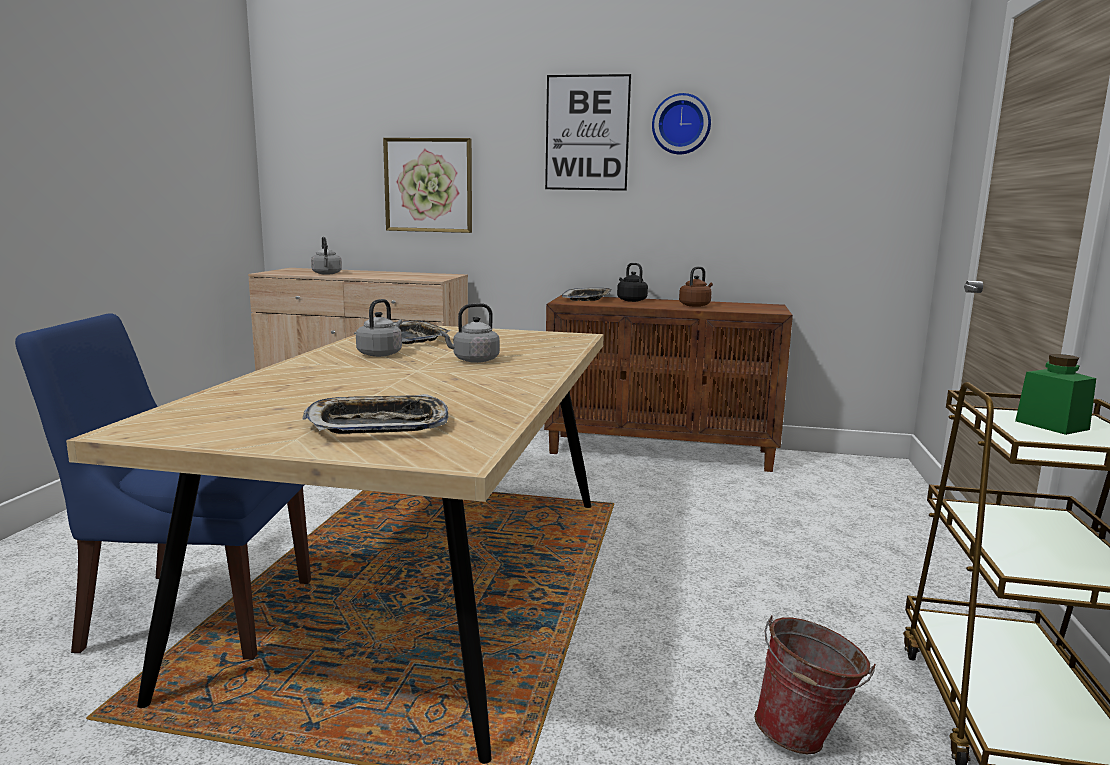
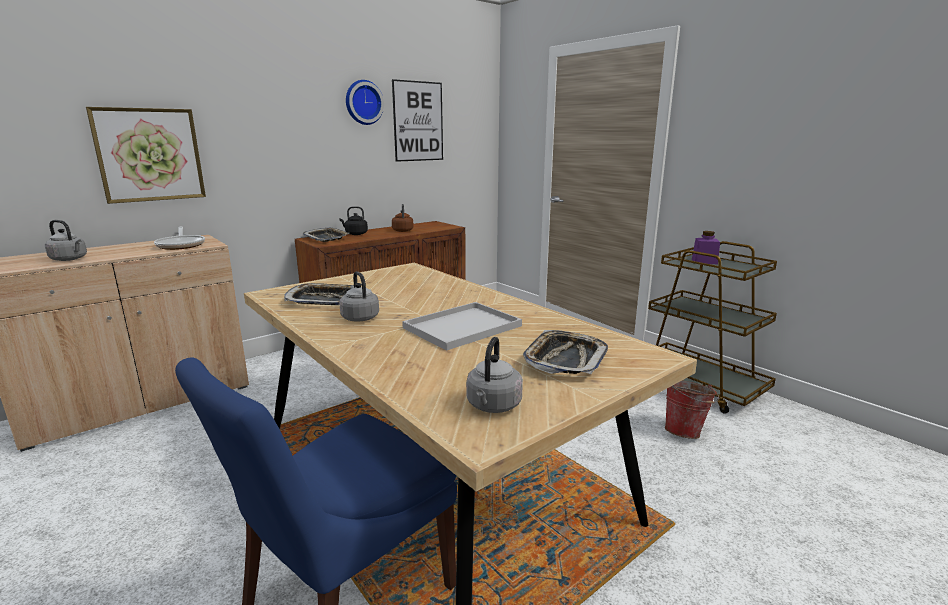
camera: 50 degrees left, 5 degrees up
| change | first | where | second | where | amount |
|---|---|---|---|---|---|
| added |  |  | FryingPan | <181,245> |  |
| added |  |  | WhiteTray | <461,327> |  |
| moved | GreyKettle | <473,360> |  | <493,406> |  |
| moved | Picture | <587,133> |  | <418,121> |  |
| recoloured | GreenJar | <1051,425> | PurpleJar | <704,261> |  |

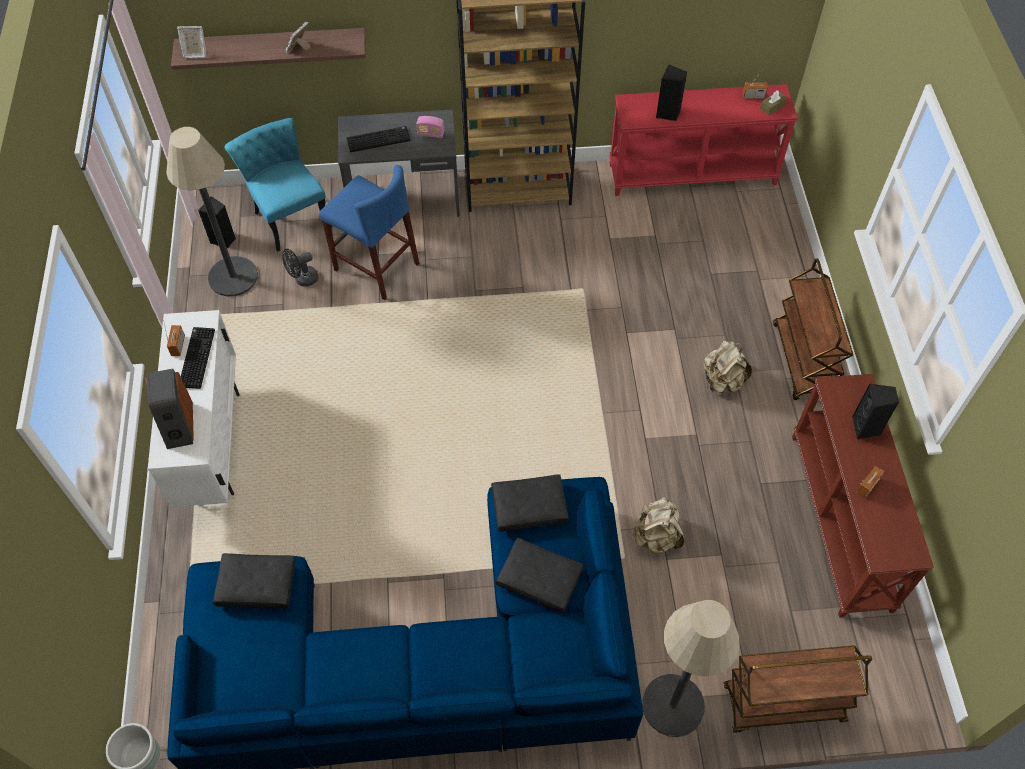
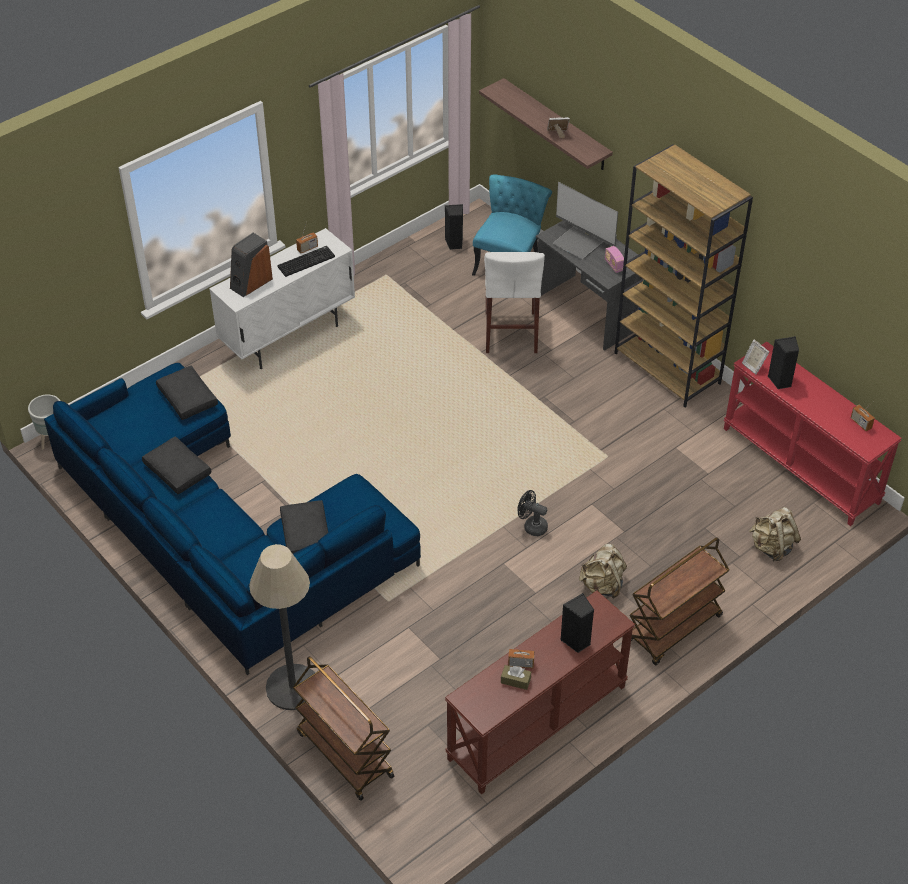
camera: 55 degrees right, 10 degrees down
| change | first | where | second | where | amount |
|---|---|---|---|---|---|
| removed | FloorLamp | <233,276> |  |  |  |
| moved | PictureFrame | <195,53> |  | <753,366> |  |
| moved | BlackFan | <303,279> |  | <532,526> |  |
| moved | BlackPillow | <529,508> |  | <176,471> |  |
| moved | BeigeBackpack | <656,536> |  | <772,547> |  |
| moved | BrownTissueBox | <772,107> |  | <515,680> |  |
| replaced | Keyboard | <379,139> | Monitor | <579,242> |  |
| recoloured | BlueStool | <376,266> | WhiteStool | <511,332> |  |

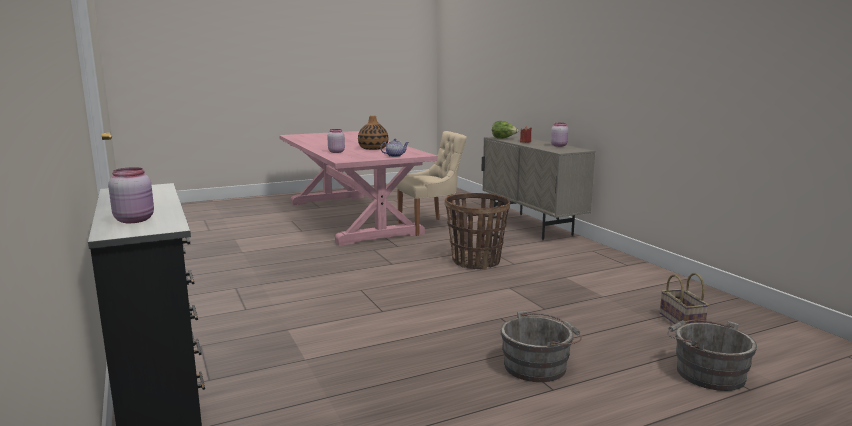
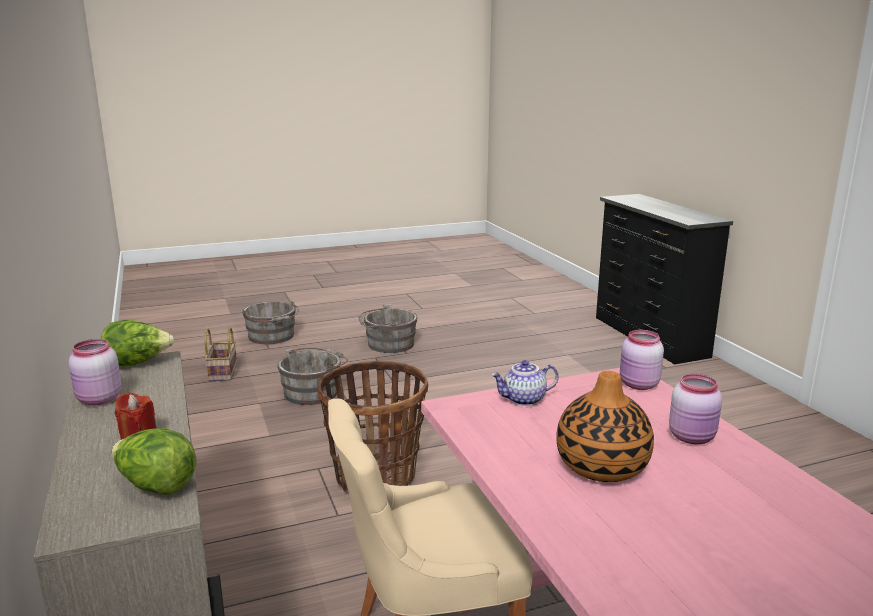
camera: 175 degrees left, 5 degrees up
| change | first | where | second | where | amount |
|---|---|---|---|---|---|
| added |  |  | Lettuce | <137,363> |  |
| added |  |  | GreyBucket | <314,392> |  |
| moved | PinkJar | <135,220> |  | <638,385> |  |

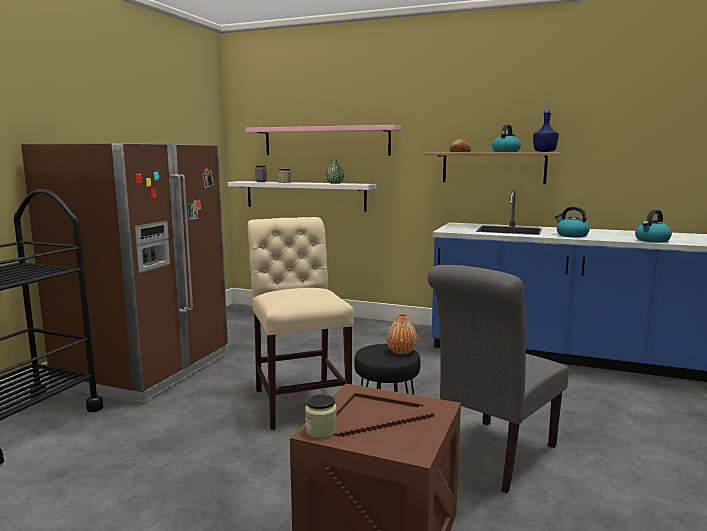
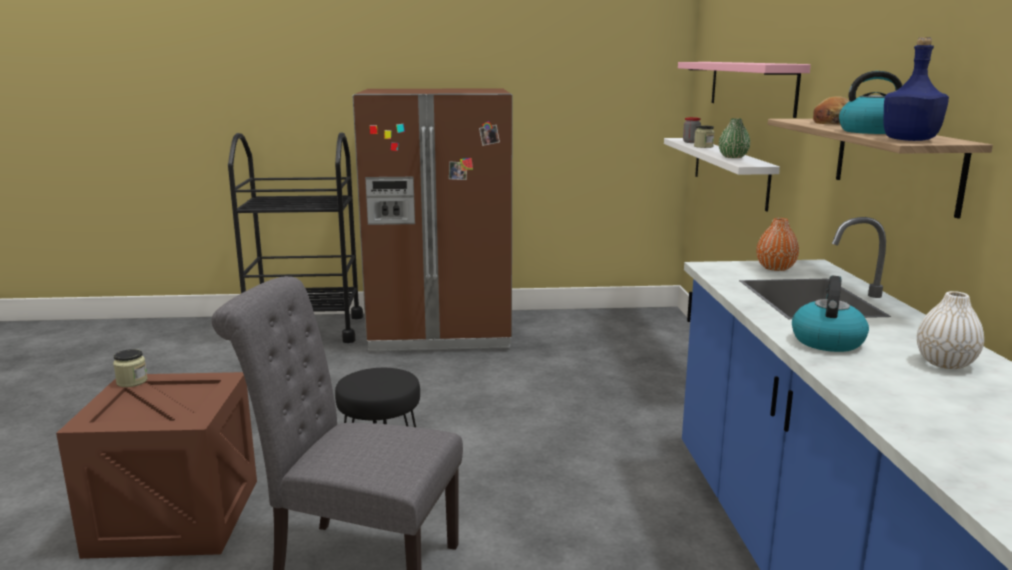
camera: 65 degrees right, 5 degrees up
| change | first | where | second | where | amount |
|---|---|---|---|---|---|
| removed | BeigeChair | <300,400> |  |  |  |
| removed | Kettle | <652,240> |  |  |  |
| added |  |  | WhiteVase | <945,363> |  |
| moved | OrangeVase | <401,351> |  | <775,268> |  |

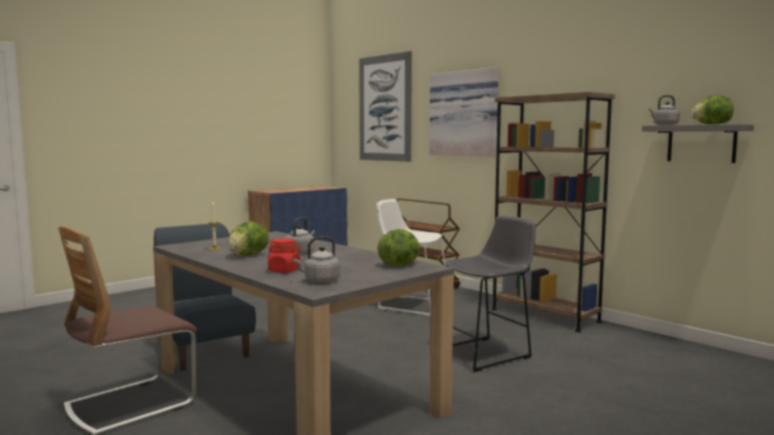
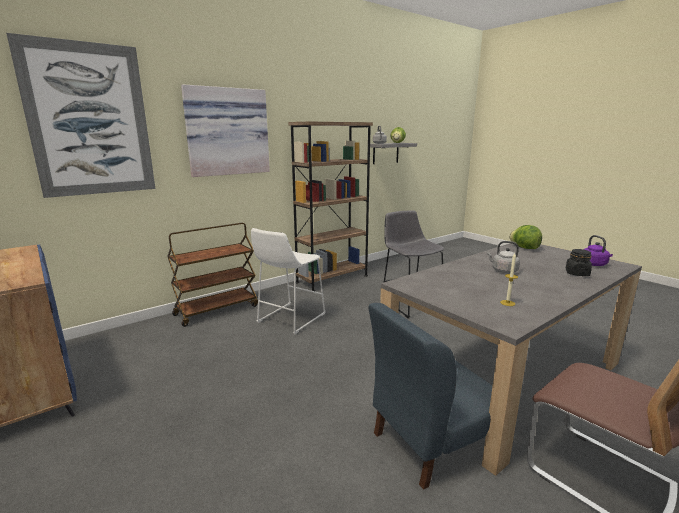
camera: 85 degrees left, 10 degrees up
| change | first | where | second | where | amount |
|---|---|---|---|---|---|
| removed | Lettuce | <247,255> |  |  |  |
| recoloured | RedJar | <284,270> | BlackJar | <577,273> |  |
| recoloured | GreyKettle | <320,281> | PurpleKettle | <594,264> |  |

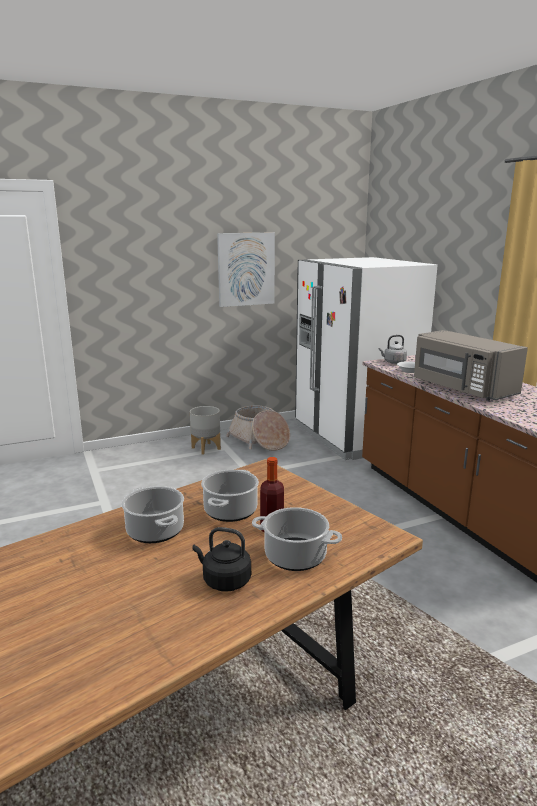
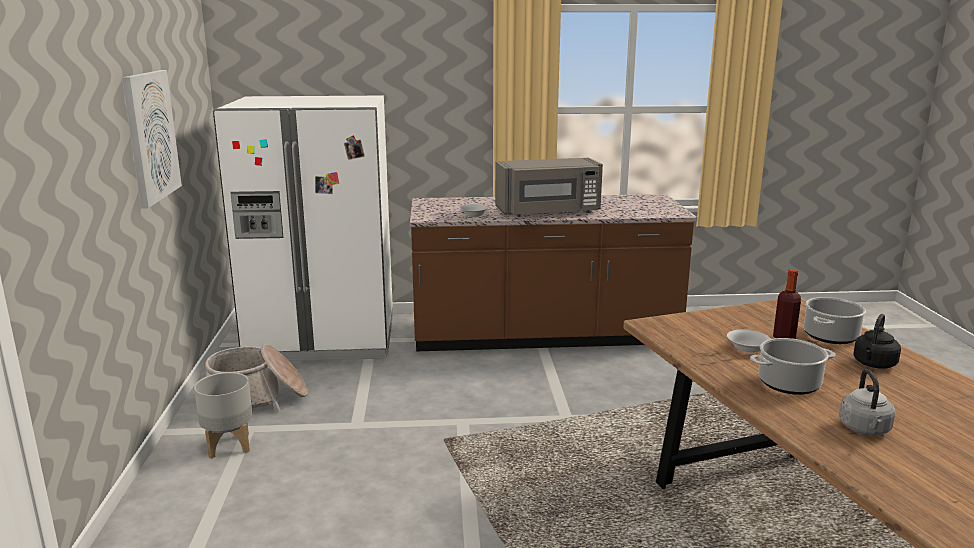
camera: 70 degrees left, 0 degrees up
| change | first | where | second | where | amount |
|---|---|---|---|---|---|
| moved | GreyKettle | <393,362> |  | <865,429> |  |
| replaced | CookingPot | <230,510> | WhiteBowl | <747,348> |  |

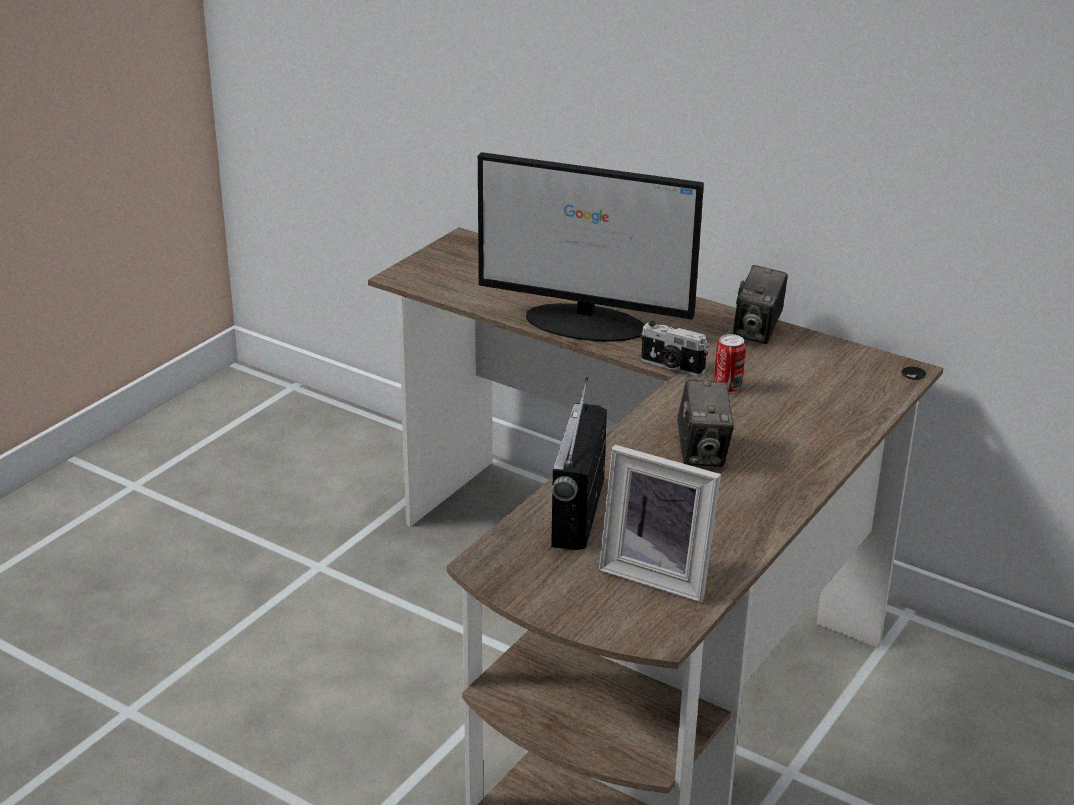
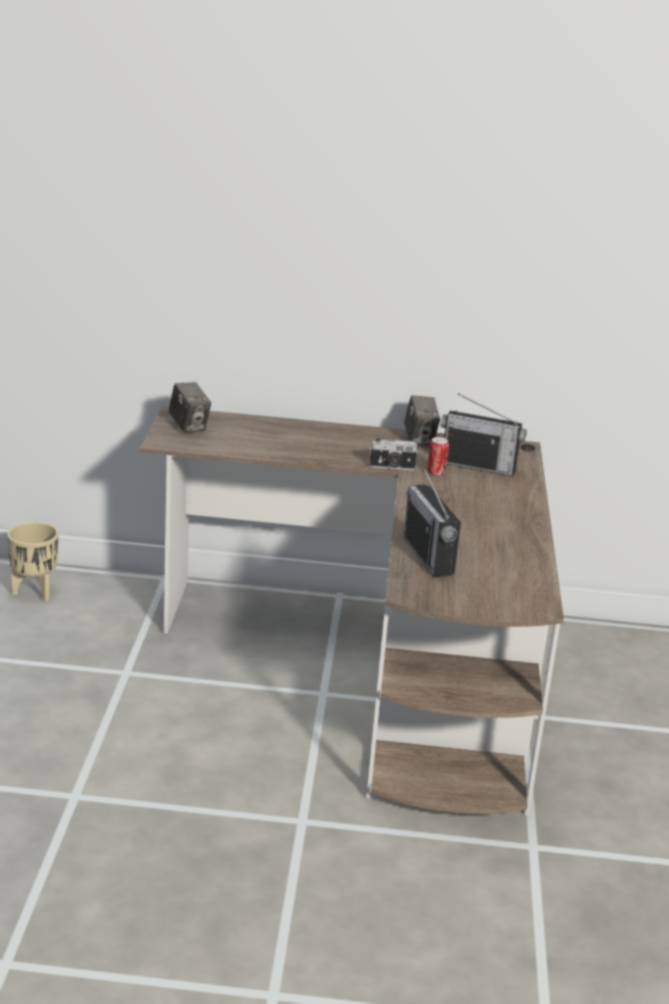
camera: 30 degrees left, 5 degrees down
| change | first | where | second | where | amount |
|---|---|---|---|---|---|
| removed | Monitor | <587,323> |  |  |  |
| removed | PictureFrame | <658,574> |  |  |  |
| added |  |  | BeigePlanter | <35,592> |  |
| added |  |  | Radio | <478,466> |  |
| moved | PhotoCamera | <702,453> |  | <189,426> |  |

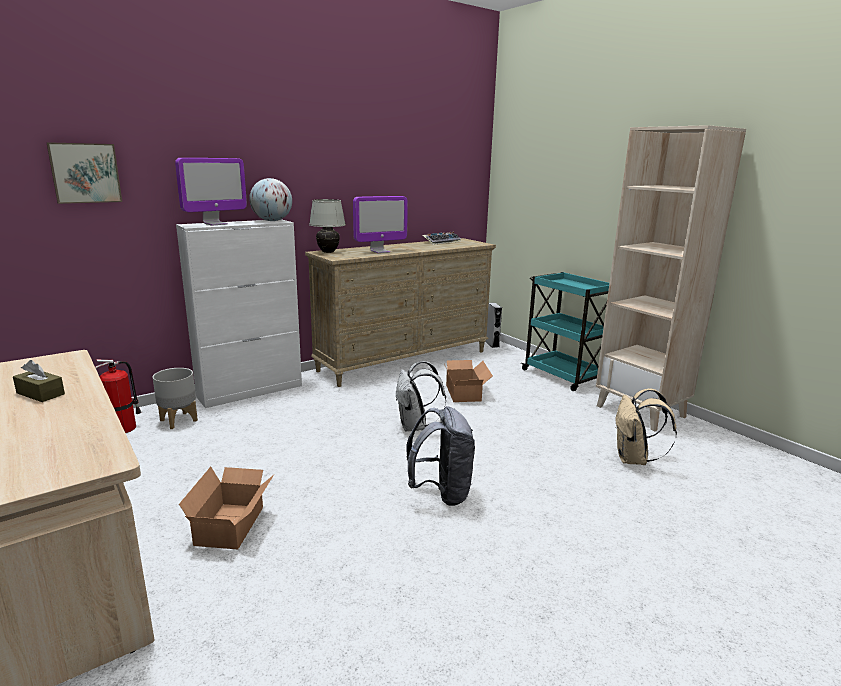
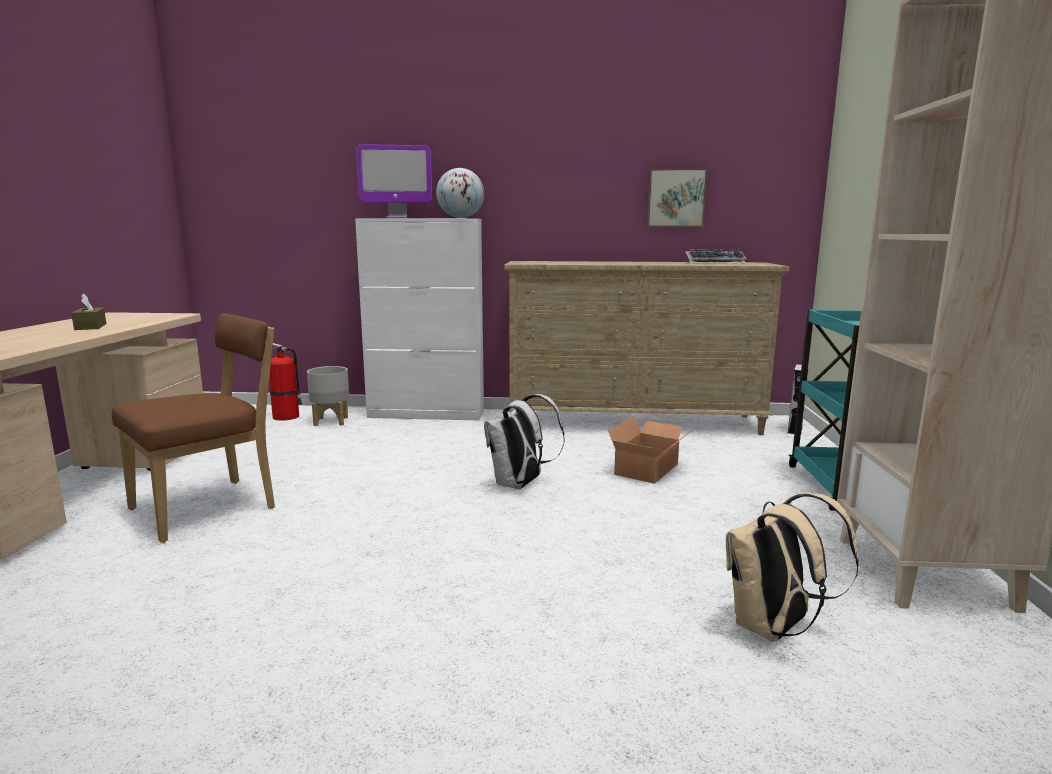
camera: 40 degrees right, 5 degrees down
| change | first | where | second | where | amount |
|---|---|---|---|---|---|
| removed | WhiteTableLamp | <328,252> |  |  |  |
| removed | Monitor | <380,251> |  |  |  |
| removed | GreyBackpack | <441,493> |  |  |  |
| moved | Picture | <85,173> |  | <675,198> |  |
| replaced | CardboardBox | <233,525> | BrownChair | <210,507> |  |

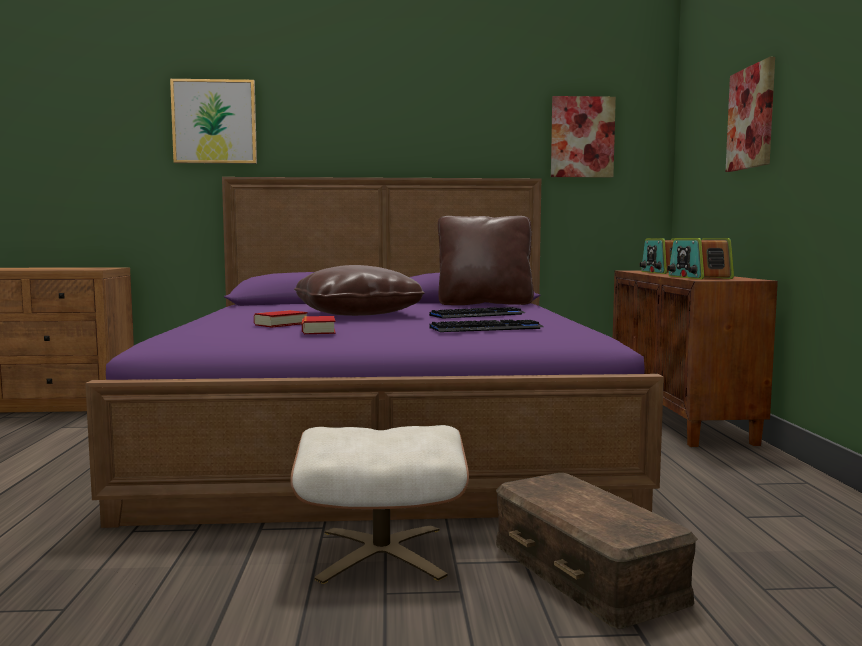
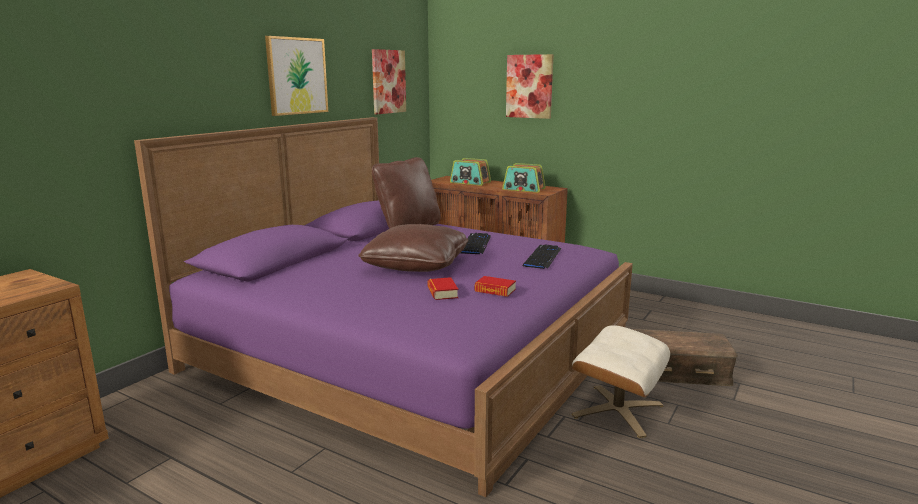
camera: 55 degrees left, 10 degrees up
| change | first | where | second | where | amount |
|---|---|---|---|---|---|
| moved | Picture | <214,122> |  | <297,76> |  |

